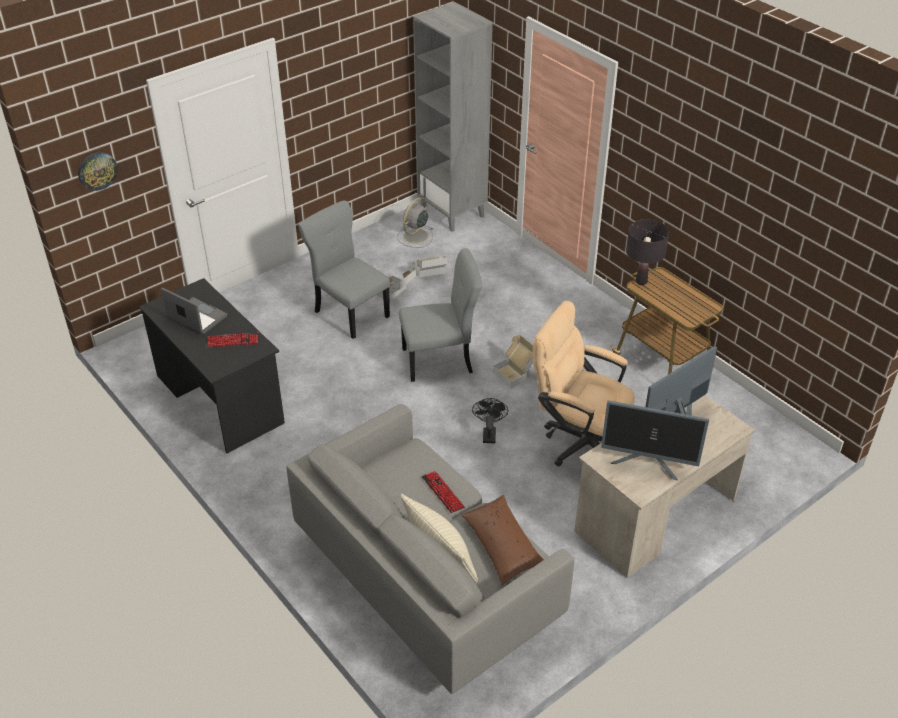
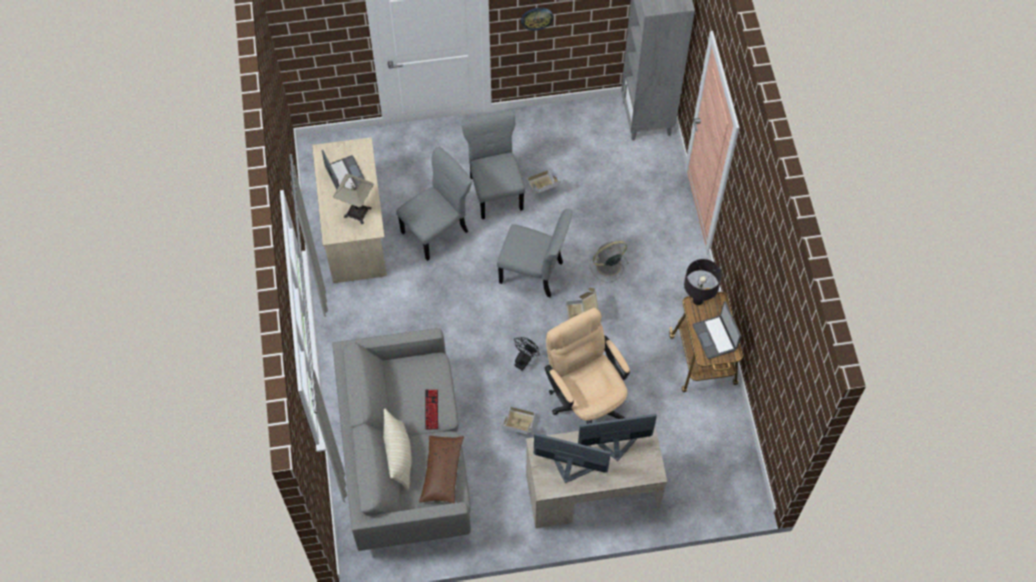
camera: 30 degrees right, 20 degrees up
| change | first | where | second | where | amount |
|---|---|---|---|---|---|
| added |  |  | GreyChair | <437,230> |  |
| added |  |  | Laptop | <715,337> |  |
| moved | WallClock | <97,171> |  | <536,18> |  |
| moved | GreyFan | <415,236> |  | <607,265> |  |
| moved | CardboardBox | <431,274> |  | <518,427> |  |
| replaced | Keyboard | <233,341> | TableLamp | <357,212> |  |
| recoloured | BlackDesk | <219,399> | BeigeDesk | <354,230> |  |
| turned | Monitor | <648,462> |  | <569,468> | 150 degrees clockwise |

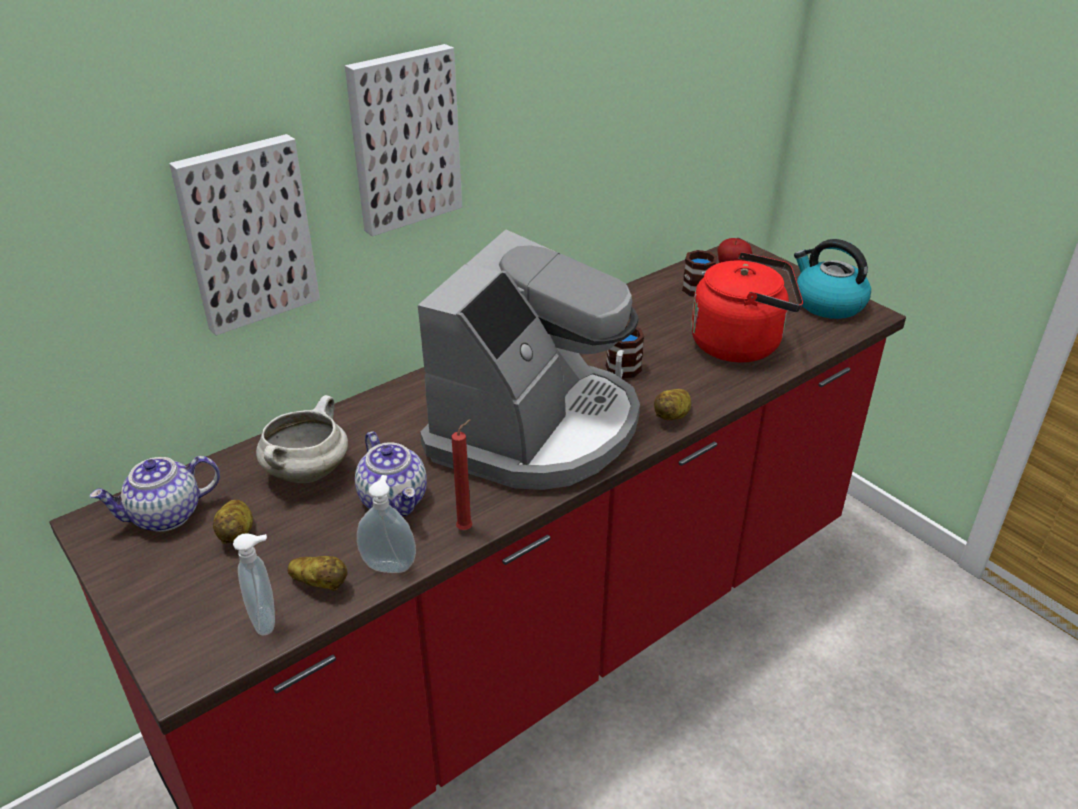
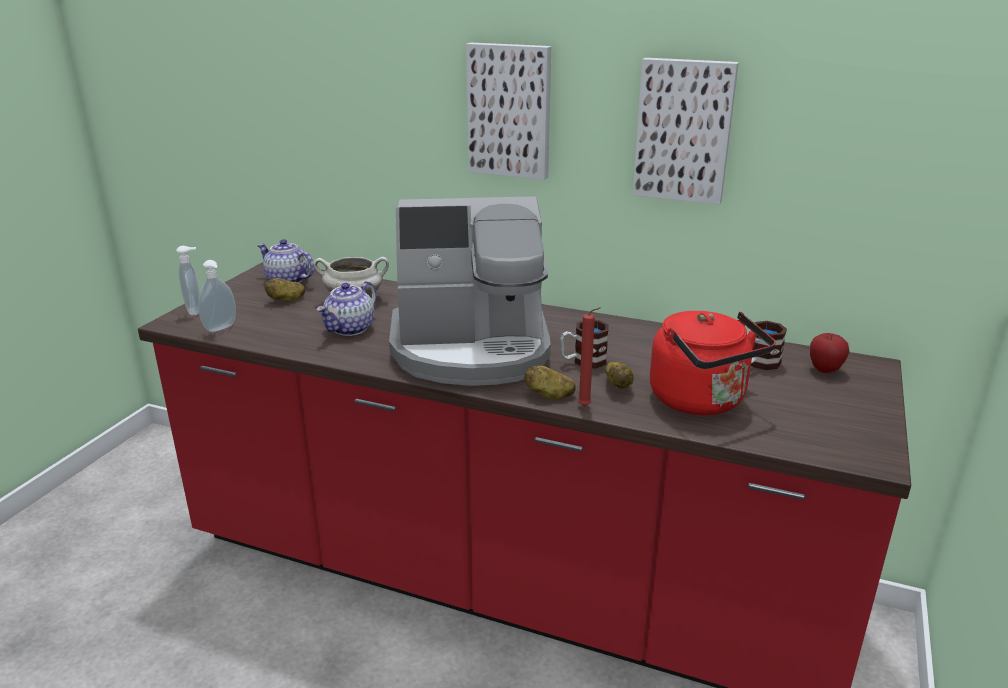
camera: 60 degrees right, 10 degrees down
| change | first | where | second | where | amount |
|---|---|---|---|---|---|
| removed | Kettle | <827,304> |  |  |  |
| moved | Picture | <246,233> |  | <684,130> |  |
| moved | Potato | <320,584> |  | <618,386> |  |
| moved | SoapDispenser | <390,564> |  | <196,311> |  |
| moved | RedCandle | <467,528> |  | <586,406> |  |

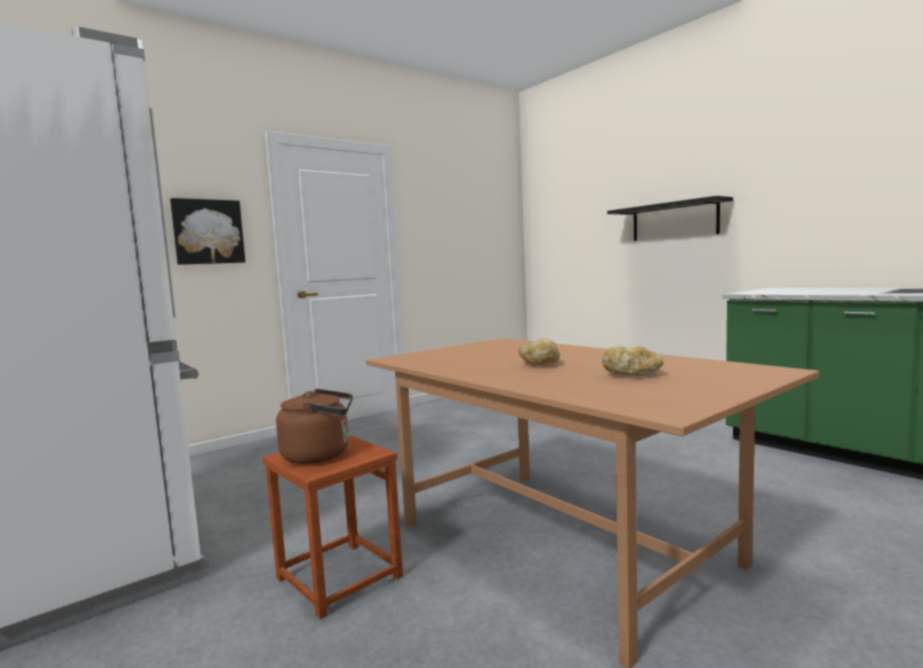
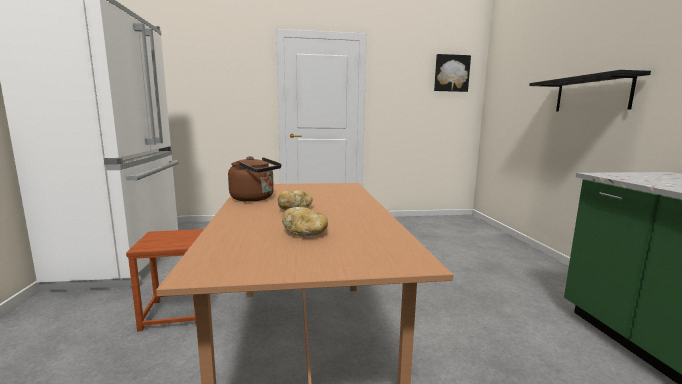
camera: 30 degrees right, 5 degrees up
| change | first | where | second | where | amount |
|---|---|---|---|---|---|
| moved | Picture | <208,232> |  | <451,73> |  |
| moved | BrownKettle | <320,455> |  | <255,198> |  |

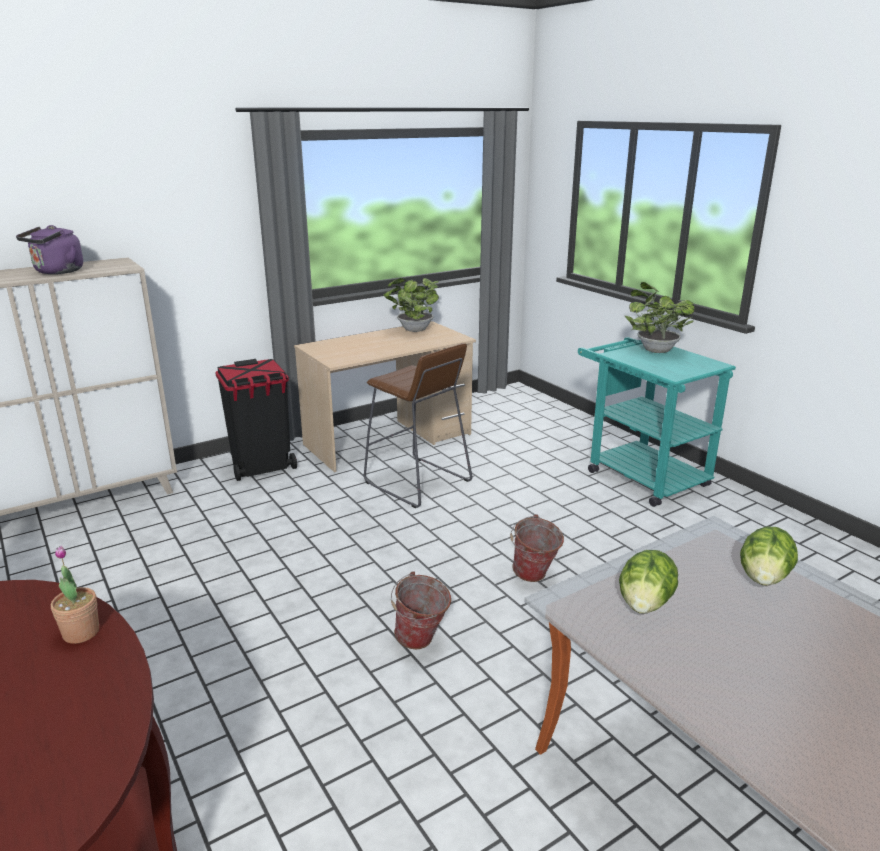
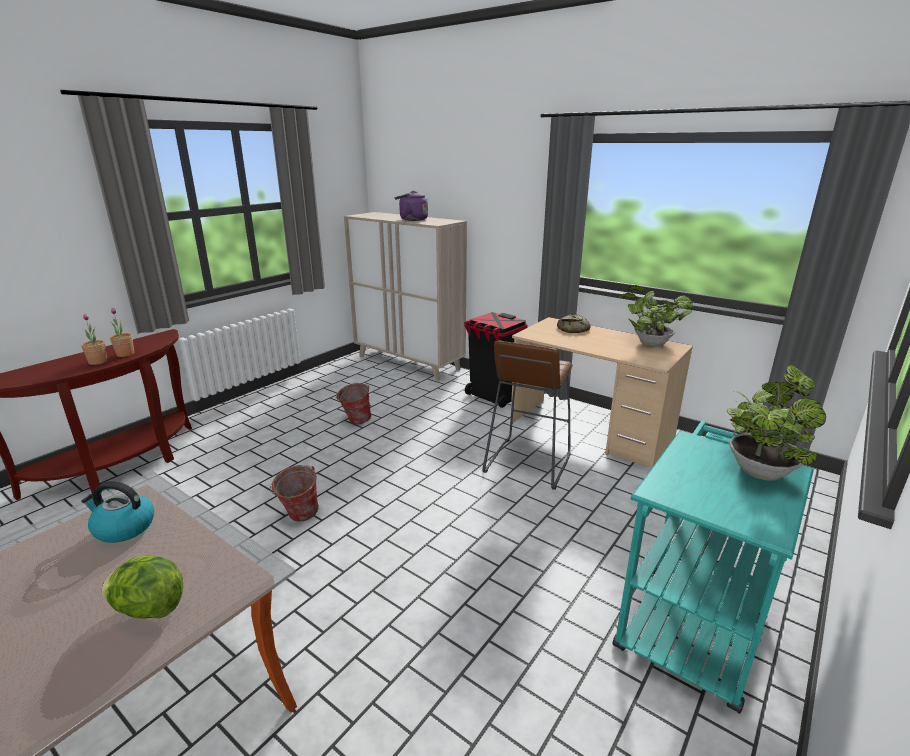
camera: 70 degrees right, 0 degrees up
| change | first | where | second | where | amount |
|---|---|---|---|---|---|
| added |  |  | PottedPlant | <98,362> |  |
| added |  |  | Bread | <574,329> |  |
| moved | Bucket | <534,577> |  | <355,421> |  |
| replaced | Lettuce | <645,604> | Kettle | <123,528> |  |

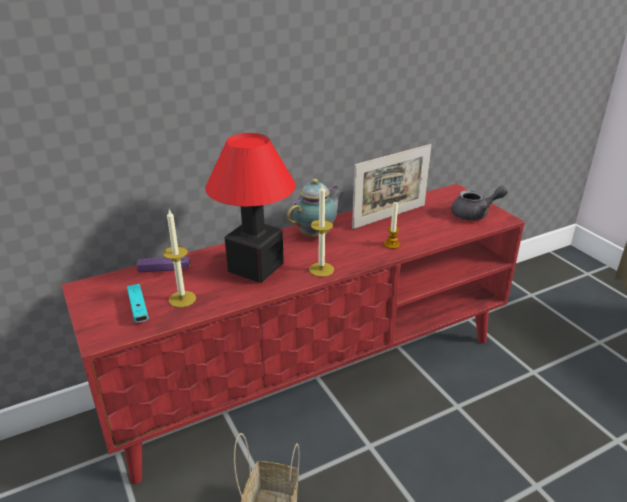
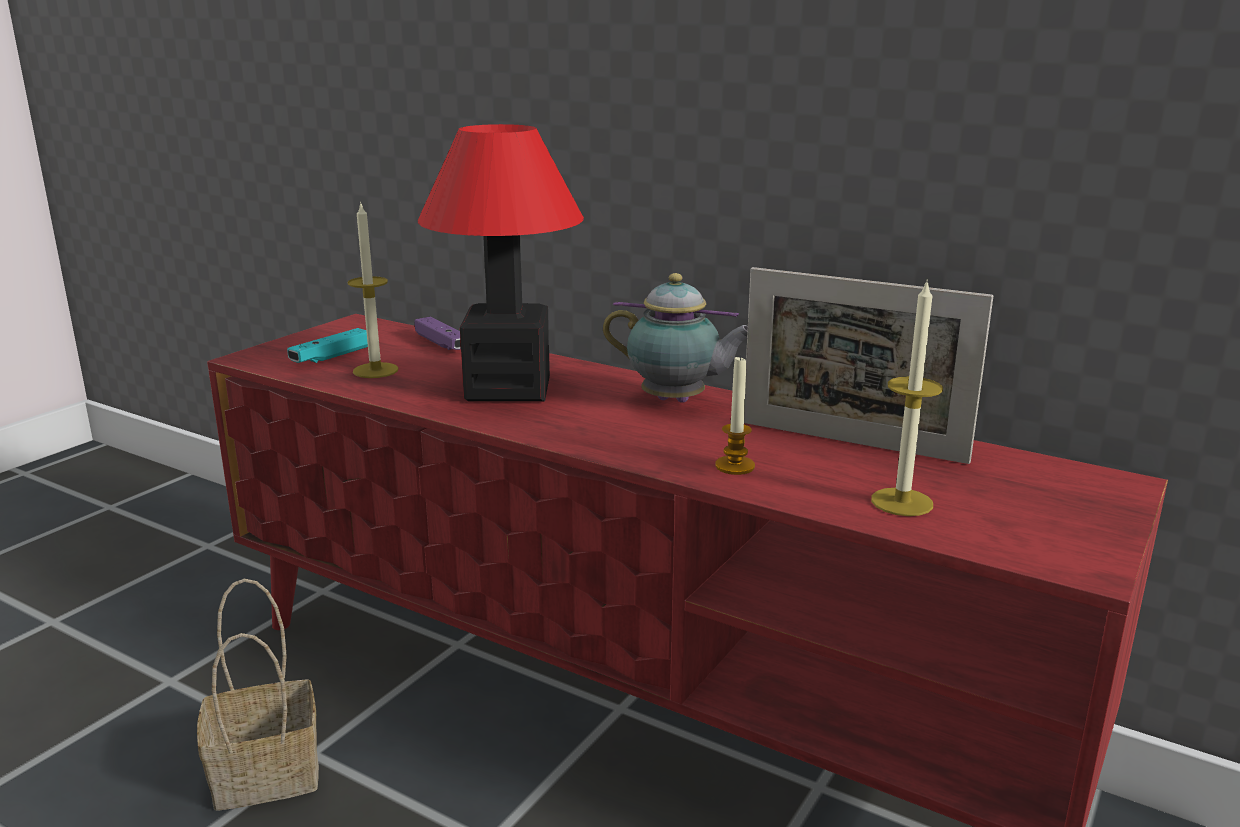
camera: 60 degrees right, 10 degrees down
| change | first | where | second | where | amount |
|---|---|---|---|---|---|
| removed | GreyTeapot | <475,214> |  |  |  |
| moved | Candle | <321,269> |  | <902,502> |  |

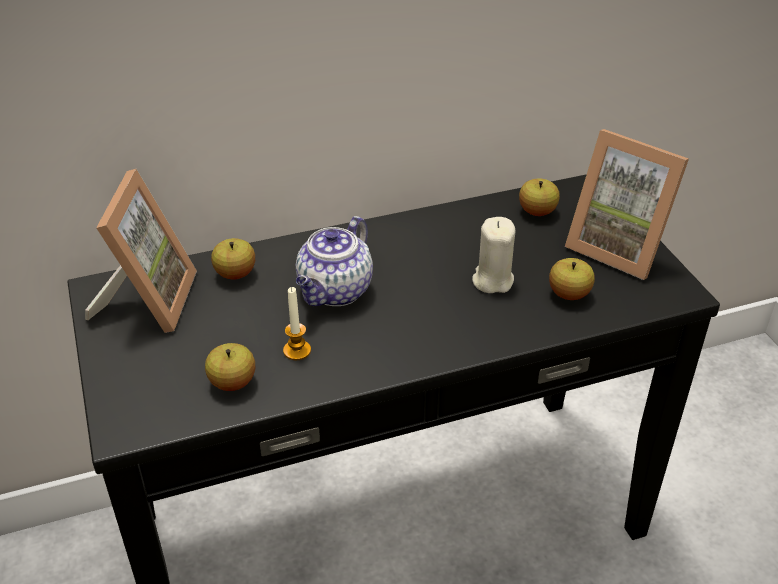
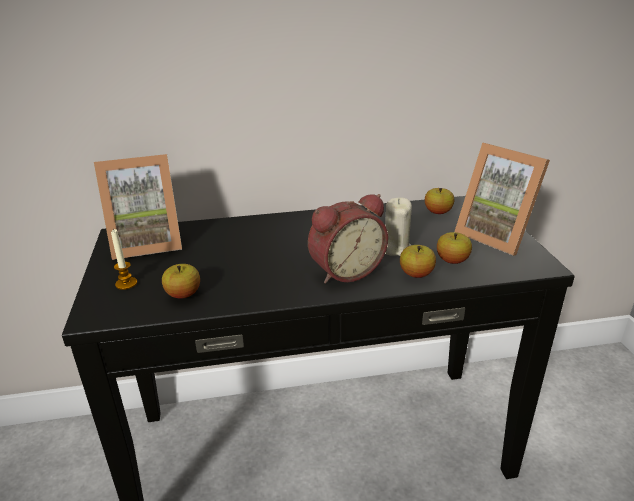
camera: 10 degrees right, 10 degrees down
| change | first | where | second | where | amount |
|---|---|---|---|---|---|
| removed | Teapot | <335,292> |  |  |  |
| added |  |  | AlarmClock | <345,271> |  |
| moved | Apple | <235,274> |  | <416,274> |  |
| moved | Candle | <297,351> |  | <126,284> |  |
| turned | PictureFrame | <148,300> |  | <147,243> | 60 degrees clockwise |

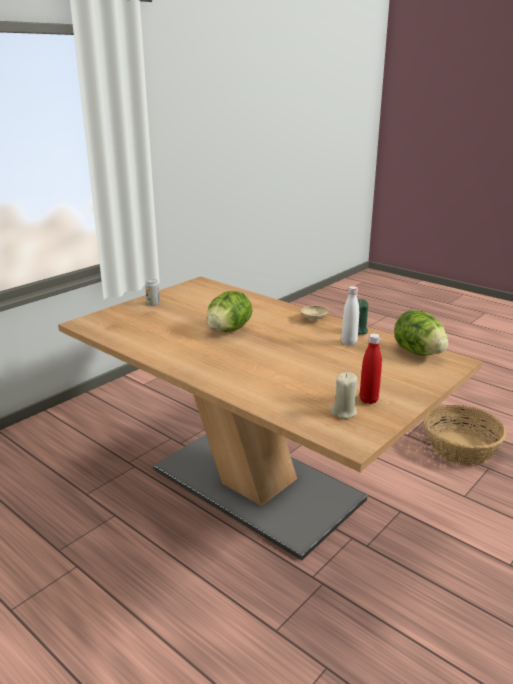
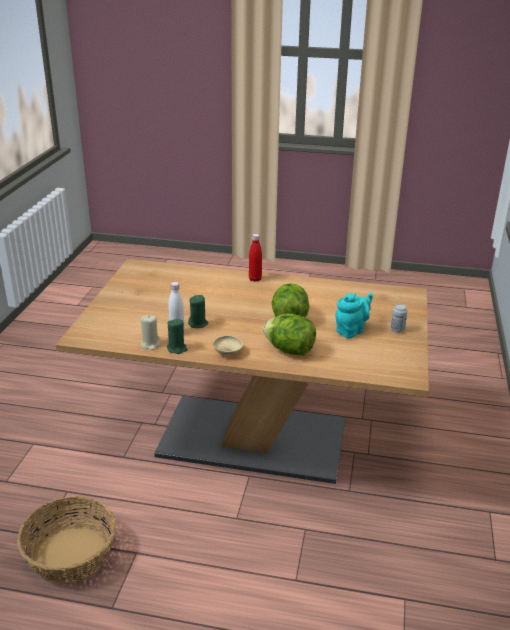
camera: 150 degrees right, 5 degrees up
| change | first | where | second | where | amount |
|---|---|---|---|---|---|
| added |  |  | GreenCandle | <198,324> |  |
| added |  |  | TurquoiseTeapot | <351,330> |  |
| moved | BeigeCandle | <344,412> |  | <150,344> |  |
| moved | RedBottle | <368,400> |  | <255,279> |  |
| moved | Lettuce | <418,352> |  | <289,350> |  |

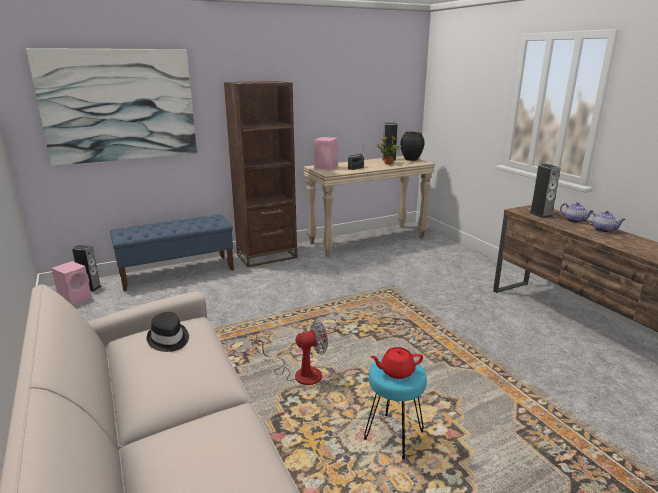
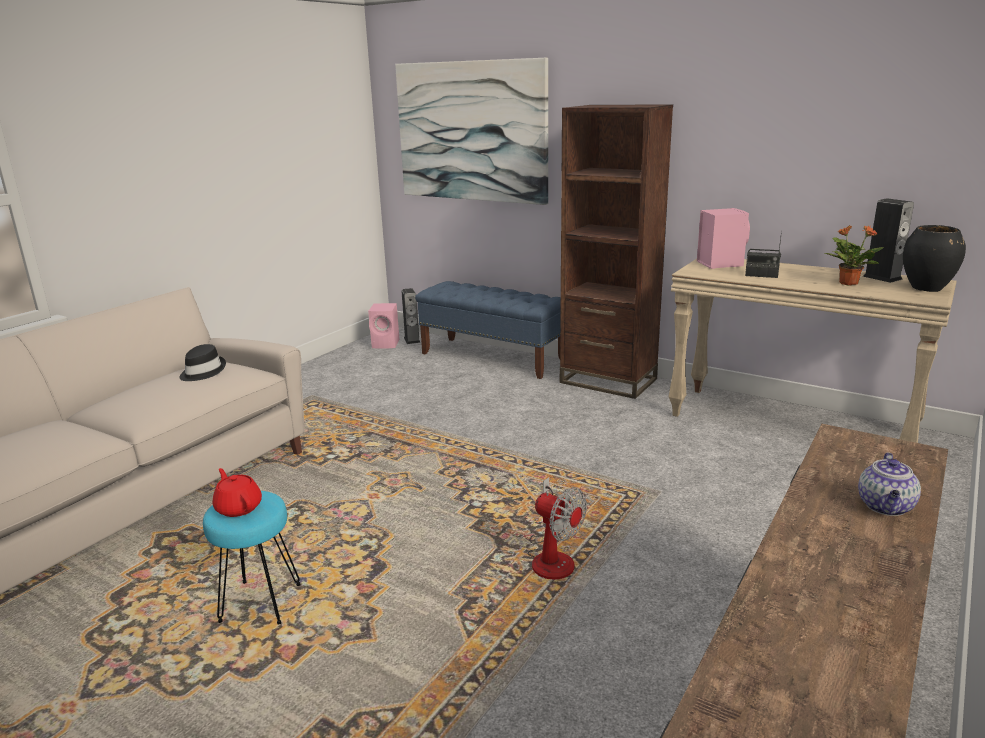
camera: 60 degrees right, 0 degrees up
| change | first | where | second | where | amount |
|---|---|---|---|---|---|
| removed | Speaker | <541,214> |  |  |  |
| removed | Teapot | <603,230> |  |  |  |
| moved | Fan | <299,373> |  | <552,557> |  |

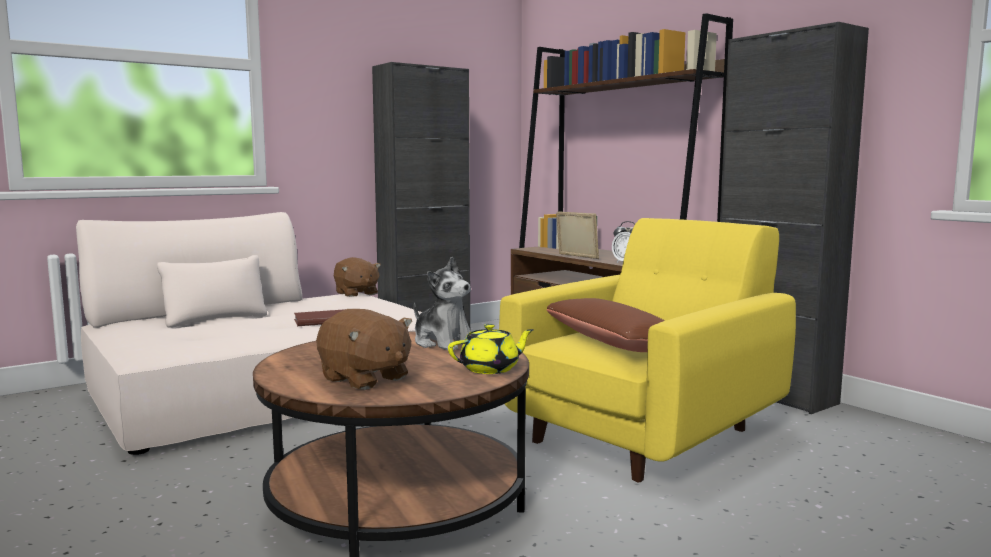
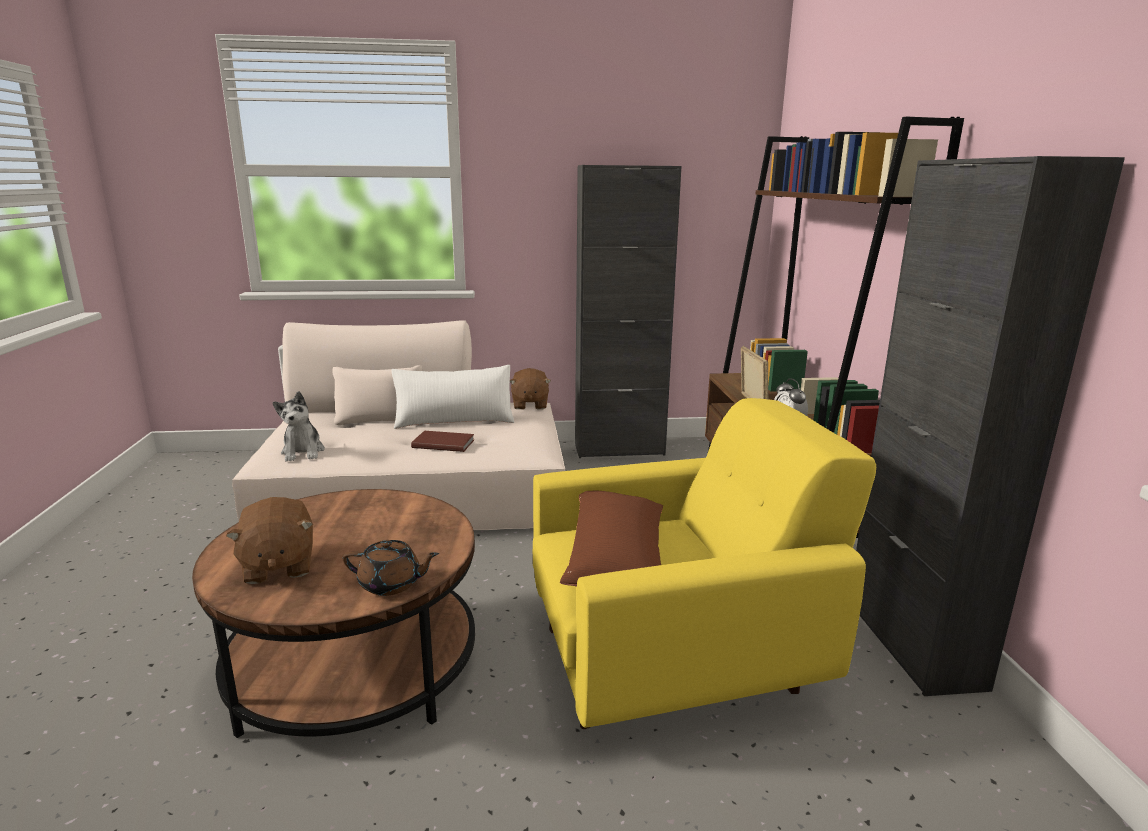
camera: 30 degrees right, 10 degrees up
| change | first | where | second | where | amount |
|---|---|---|---|---|---|
| added |  |  | WhitePillow | <454,421> |  |
| moved | PlushToy | <443,343> |  | <303,452> |  |
| recoloured | YellowTeapot | <491,369> | BrownTeapot | <391,584> |  |

